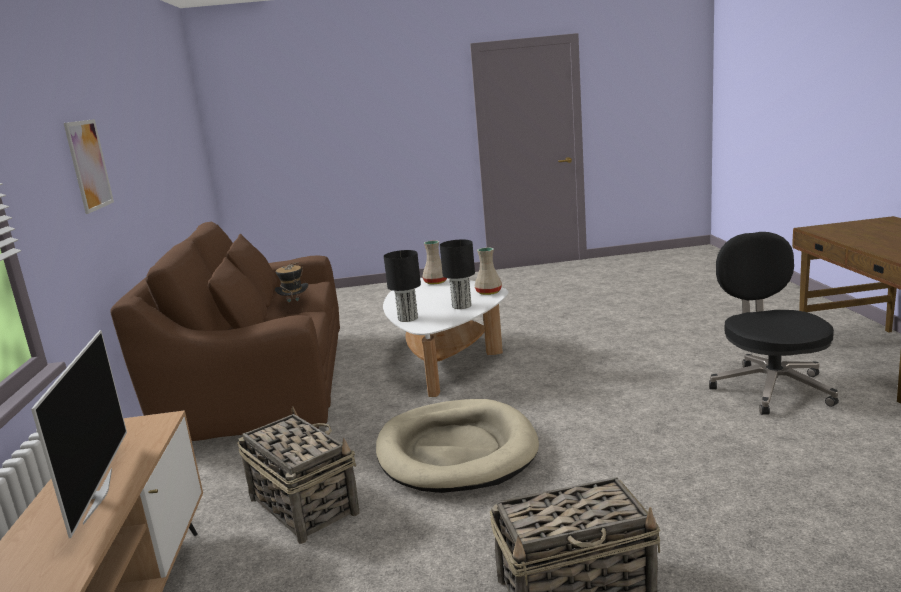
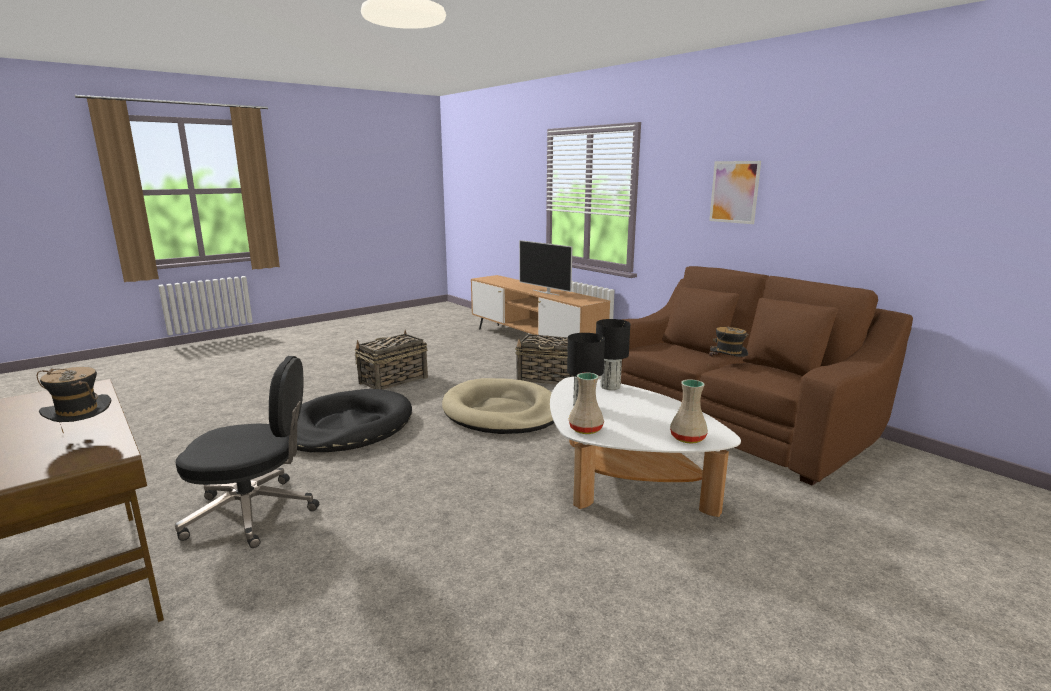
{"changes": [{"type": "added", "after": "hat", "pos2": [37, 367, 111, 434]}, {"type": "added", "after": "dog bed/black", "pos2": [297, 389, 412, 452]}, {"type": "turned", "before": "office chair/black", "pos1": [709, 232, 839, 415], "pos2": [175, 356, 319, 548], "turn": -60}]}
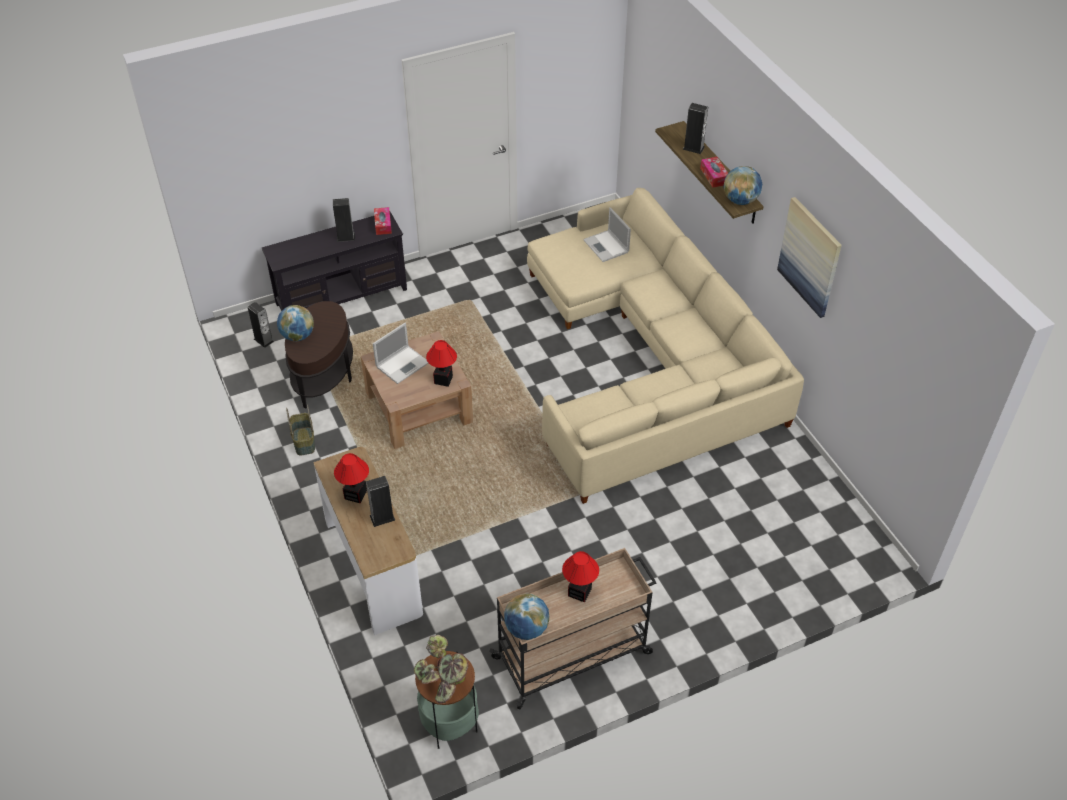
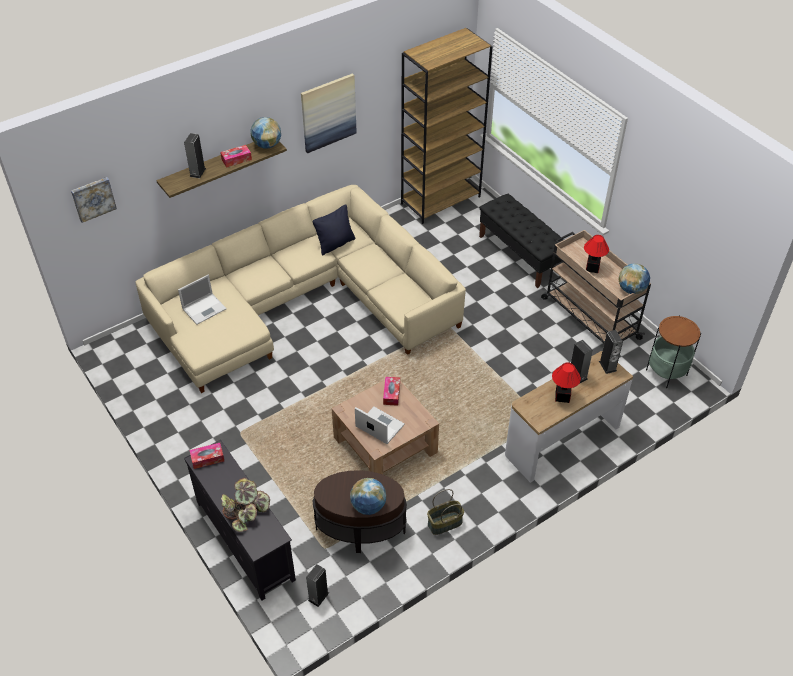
{"changes": [{"type": "added", "after": "picture", "pos2": [71, 177, 117, 223]}, {"type": "added", "after": "pillow/black", "pos2": [313, 205, 355, 255]}, {"type": "added", "after": "bookcase/brown", "pos2": [401, 28, 493, 224]}, {"type": "added", "after": "bench/black", "pos2": [479, 194, 564, 288]}, {"type": "moved", "before": "speaker", "pos1": [333, 198, 355, 242], "pos2": [599, 330, 623, 374]}, {"type": "moved", "before": "potted plant", "pos1": [414, 635, 469, 703], "pos2": [221, 478, 270, 532]}, {"type": "replaced", "before": "table lamp", "after": "tissue box", "pos1": [426, 340, 457, 387], "pos2": [383, 377, 400, 406]}]}
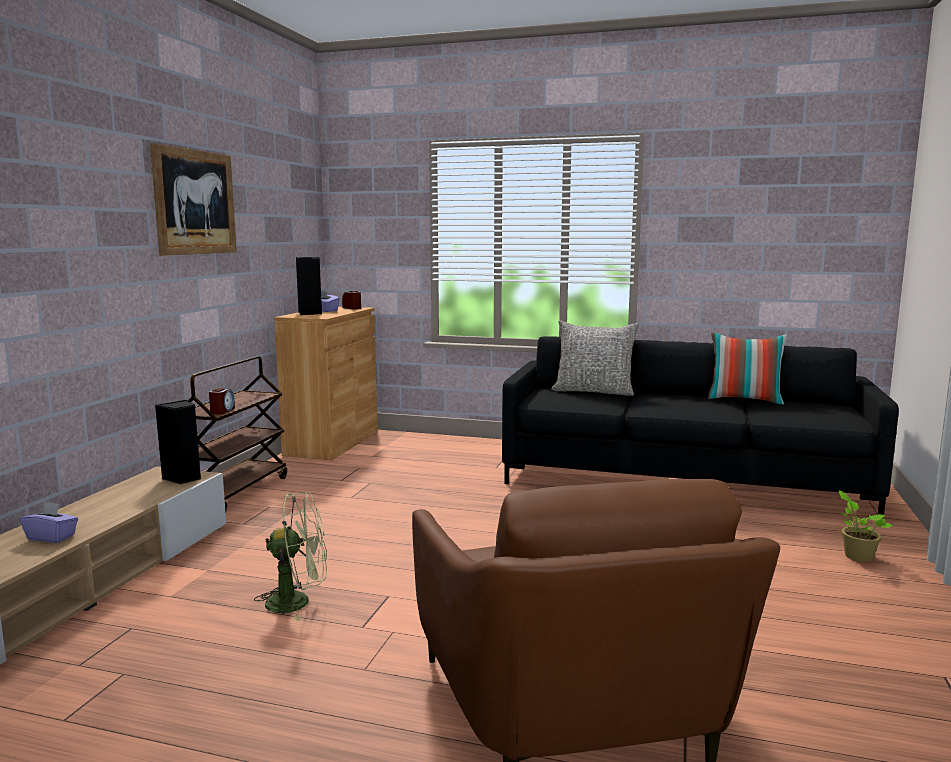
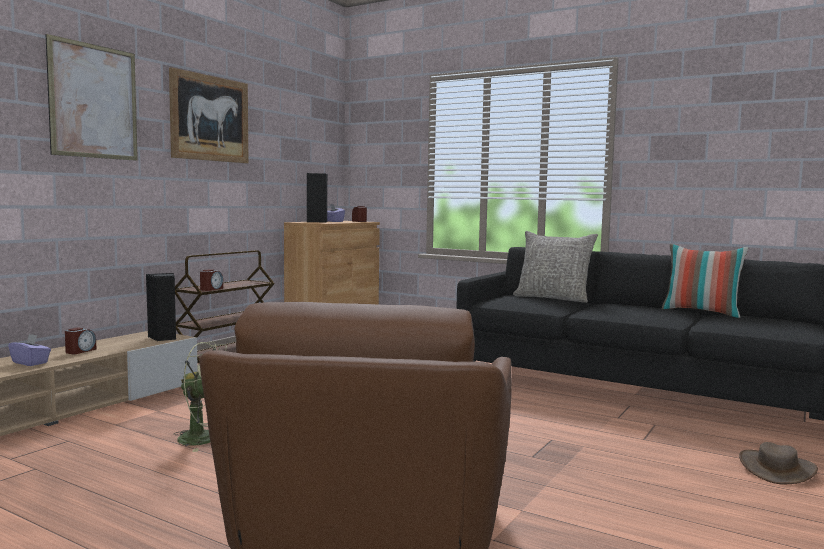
{"changes": [{"type": "added", "after": "picture", "pos2": [45, 34, 138, 161]}, {"type": "added", "after": "alarm clock", "pos2": [65, 327, 96, 354]}, {"type": "replaced", "before": "potted plant", "after": "hat/brown", "pos1": [839, 490, 893, 562], "pos2": [739, 442, 818, 484]}]}
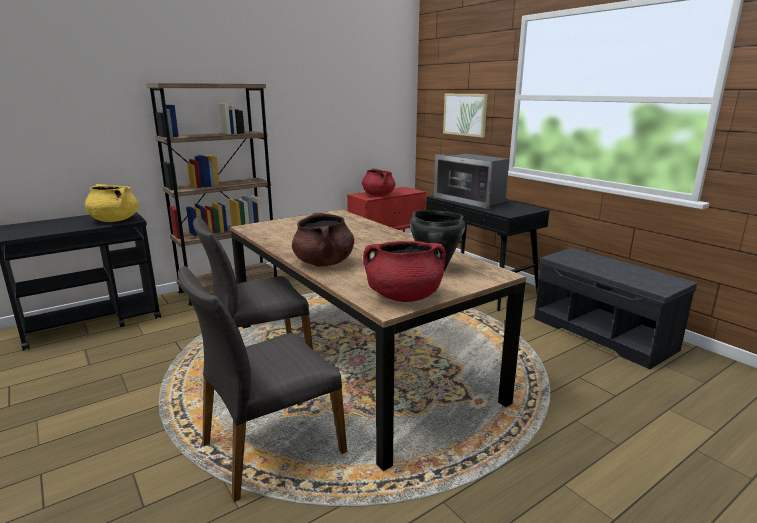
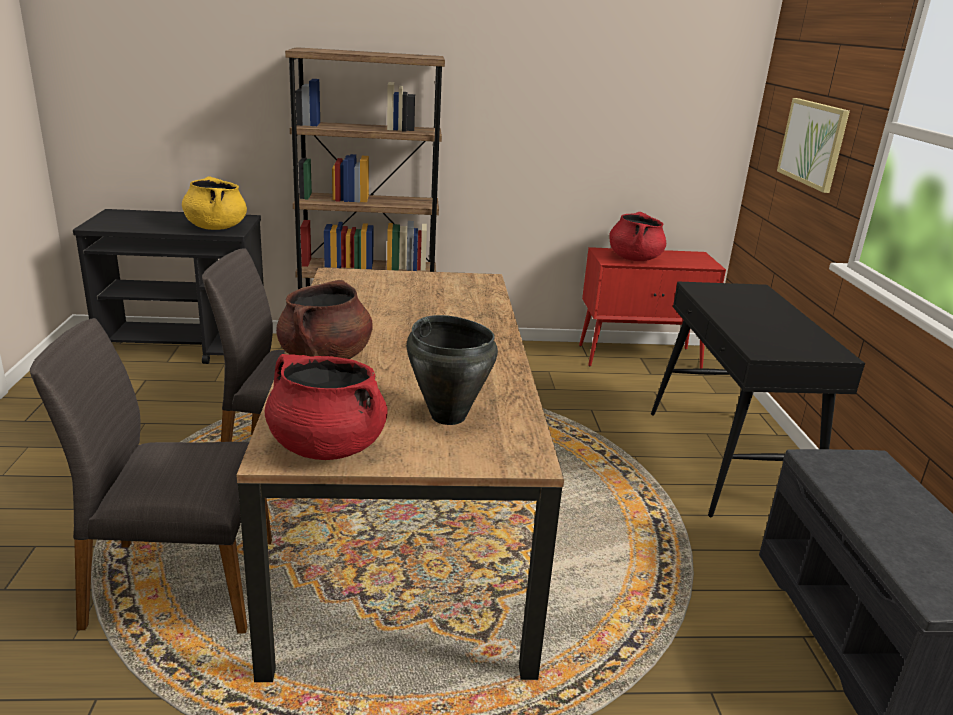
{"changes": [{"type": "removed", "before": "microwave", "pos1": [434, 154, 509, 209]}]}
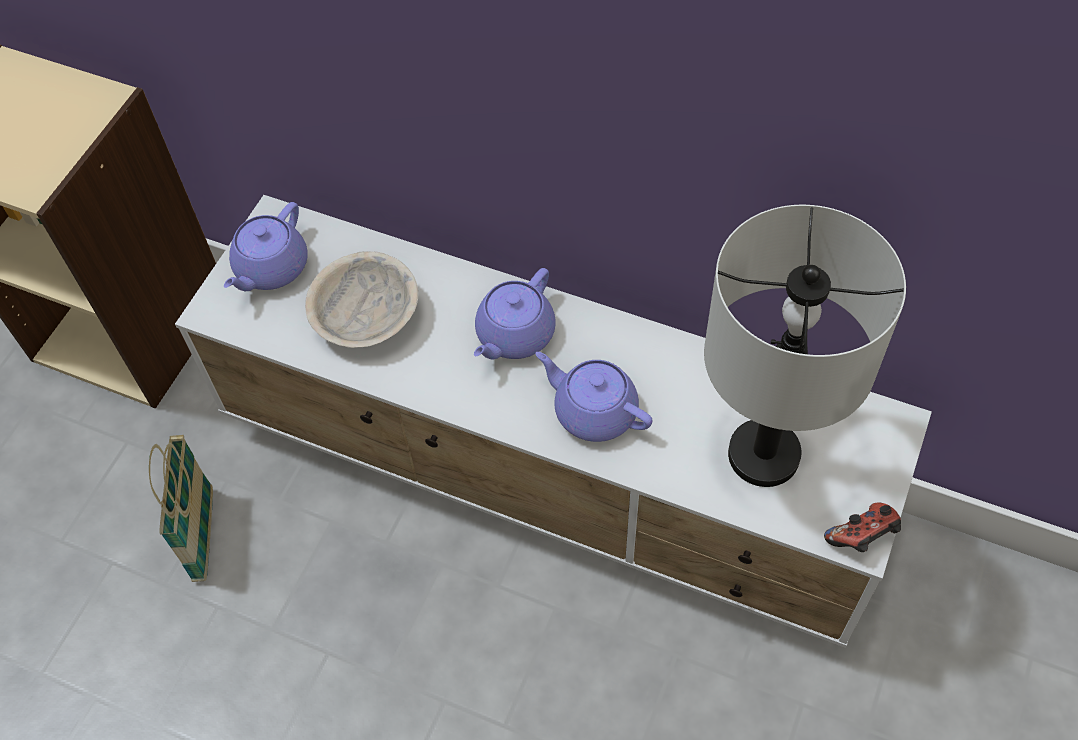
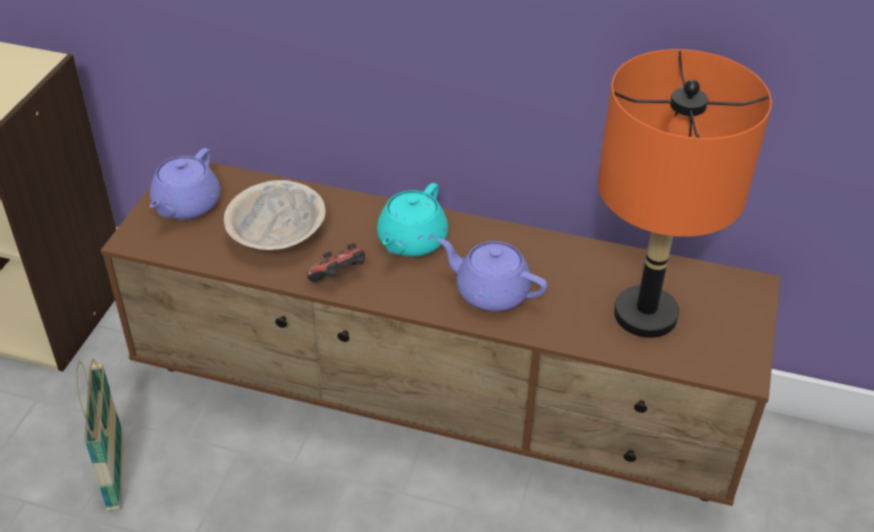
{"changes": [{"type": "moved", "before": "game controller", "pos1": [824, 502, 901, 552], "pos2": [307, 243, 365, 282]}, {"type": "recoloured", "before": "tv stand/white", "after": "tv stand/brown", "pos1": [175, 195, 932, 648], "pos2": [101, 155, 781, 506]}, {"type": "recoloured", "before": "teapot/purple", "after": "teapot/turquoise", "pos1": [474, 268, 556, 360], "pos2": [377, 183, 448, 257]}, {"type": "recoloured", "before": "table lamp/grey", "after": "table lamp/orange", "pos1": [704, 205, 906, 487], "pos2": [598, 49, 772, 338]}]}
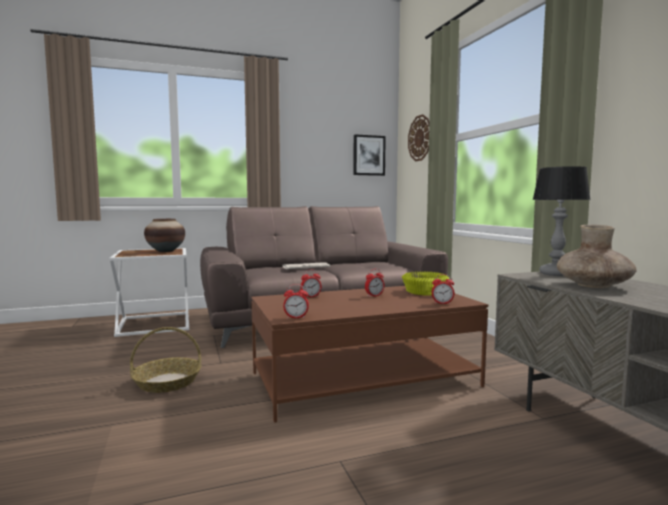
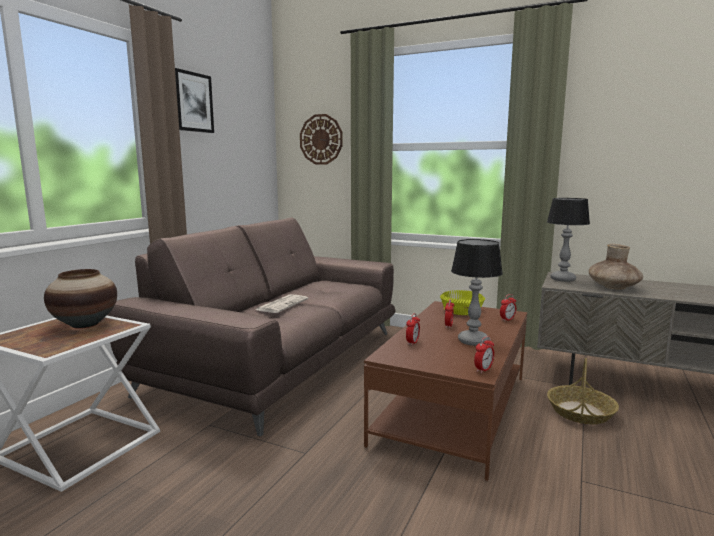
{"changes": [{"type": "added", "after": "table lamp", "pos2": [451, 239, 503, 346]}, {"type": "moved", "before": "basket", "pos1": [130, 327, 201, 393], "pos2": [547, 358, 619, 424]}, {"type": "moved", "before": "picture", "pos1": [353, 134, 386, 176], "pos2": [175, 68, 214, 133]}]}
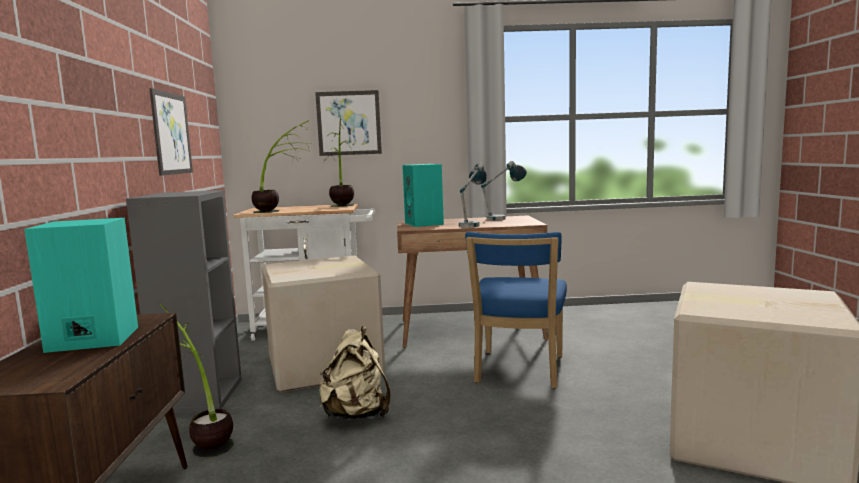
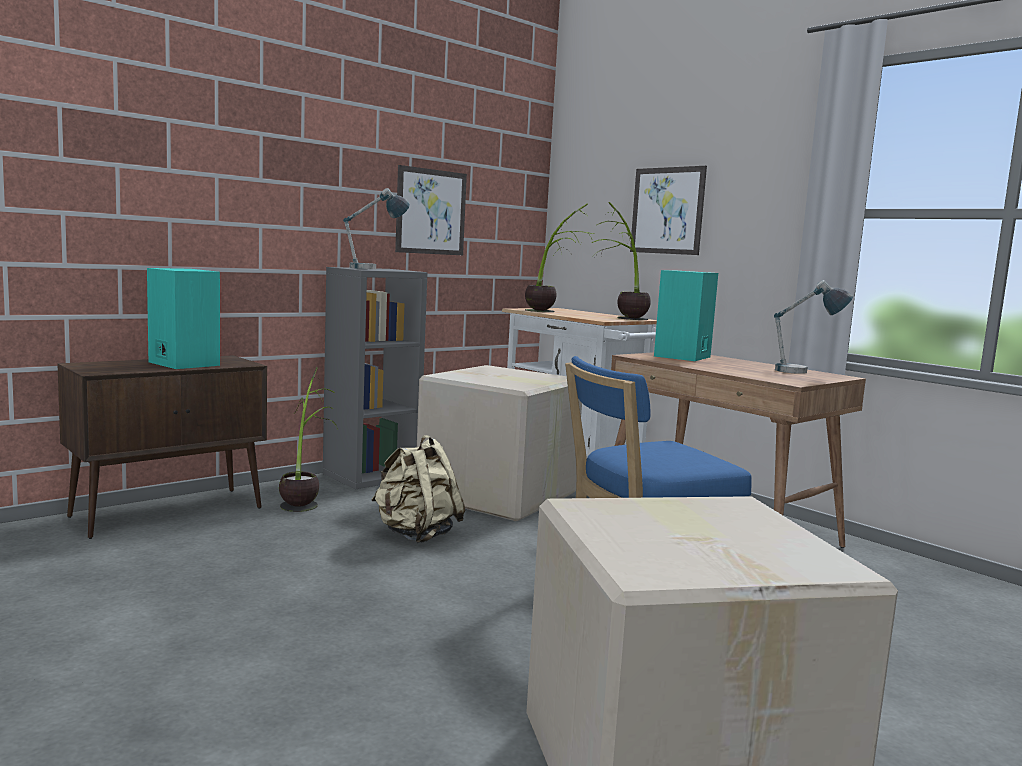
{"changes": [{"type": "moved", "before": "table lamp", "pos1": [459, 163, 487, 227], "pos2": [343, 188, 410, 269]}]}
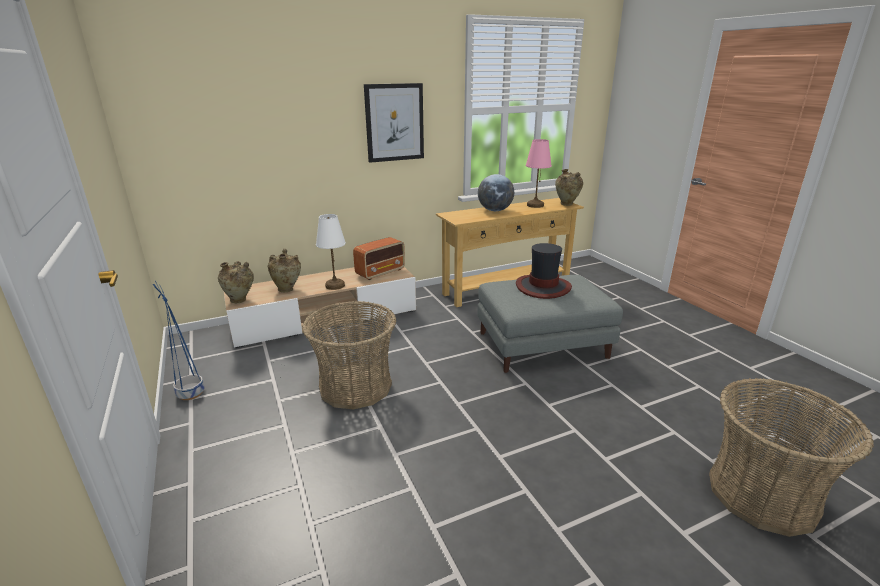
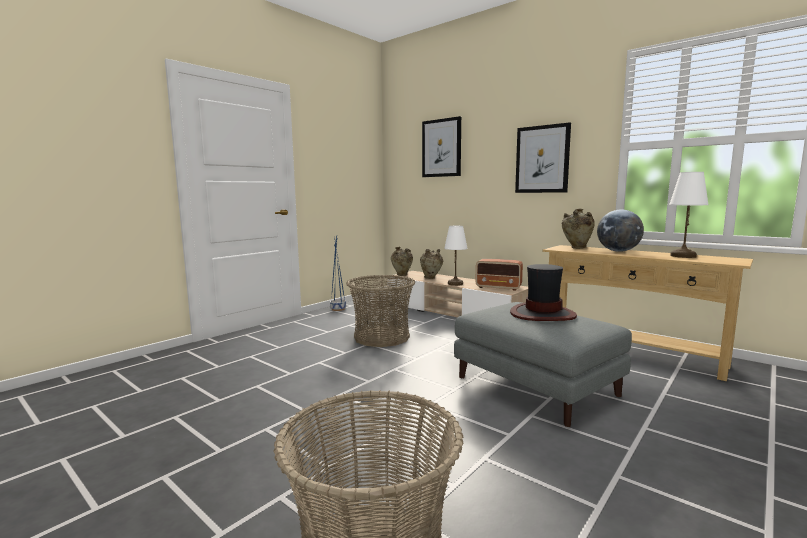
{"changes": [{"type": "added", "after": "picture", "pos2": [422, 116, 461, 177]}, {"type": "moved", "before": "vase/beige", "pos1": [555, 169, 583, 206], "pos2": [562, 209, 595, 249]}, {"type": "recoloured", "before": "table lamp/pink", "after": "table lamp/white", "pos1": [526, 139, 552, 208], "pos2": [669, 172, 709, 258]}]}
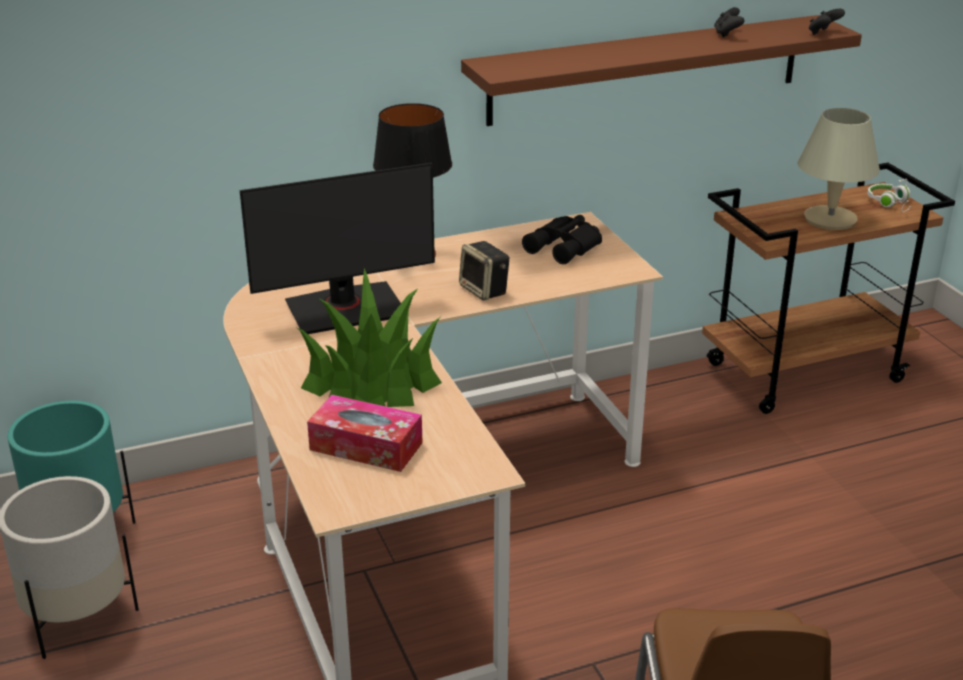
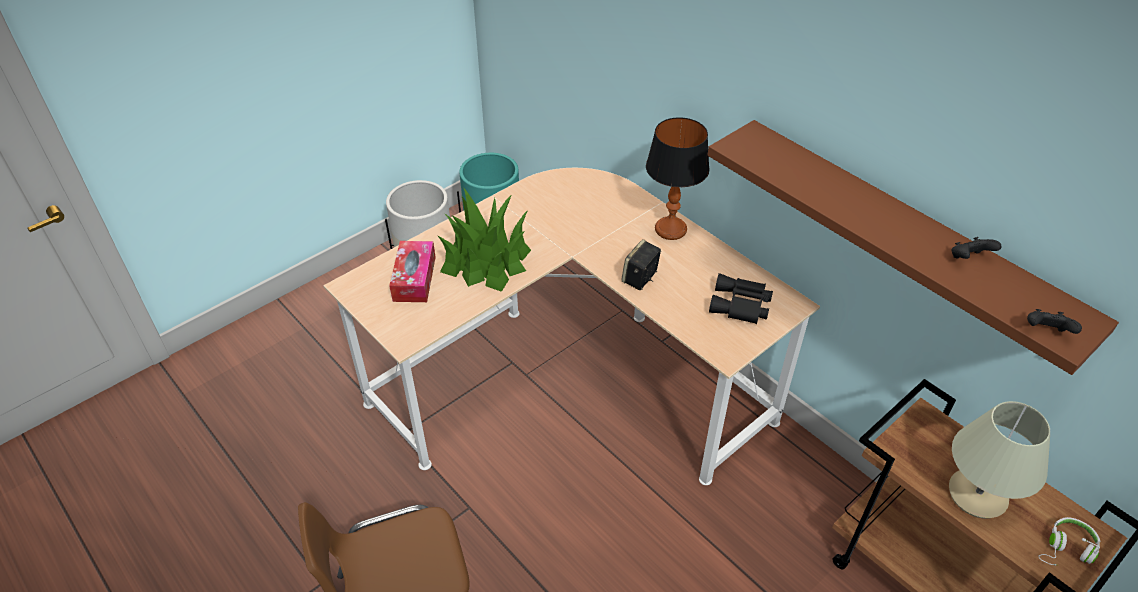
{"changes": [{"type": "removed", "before": "monitor", "pos1": [240, 163, 435, 334]}]}
